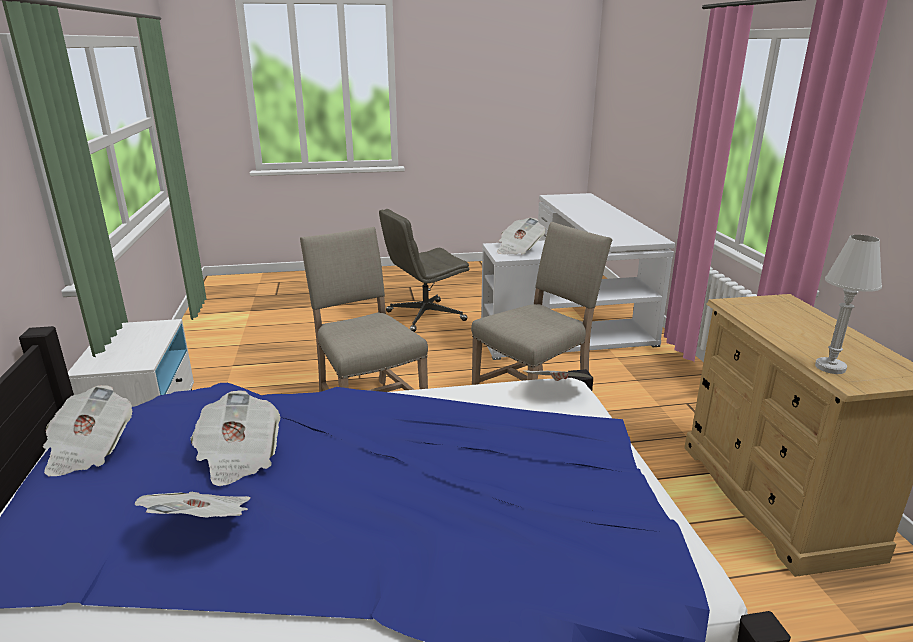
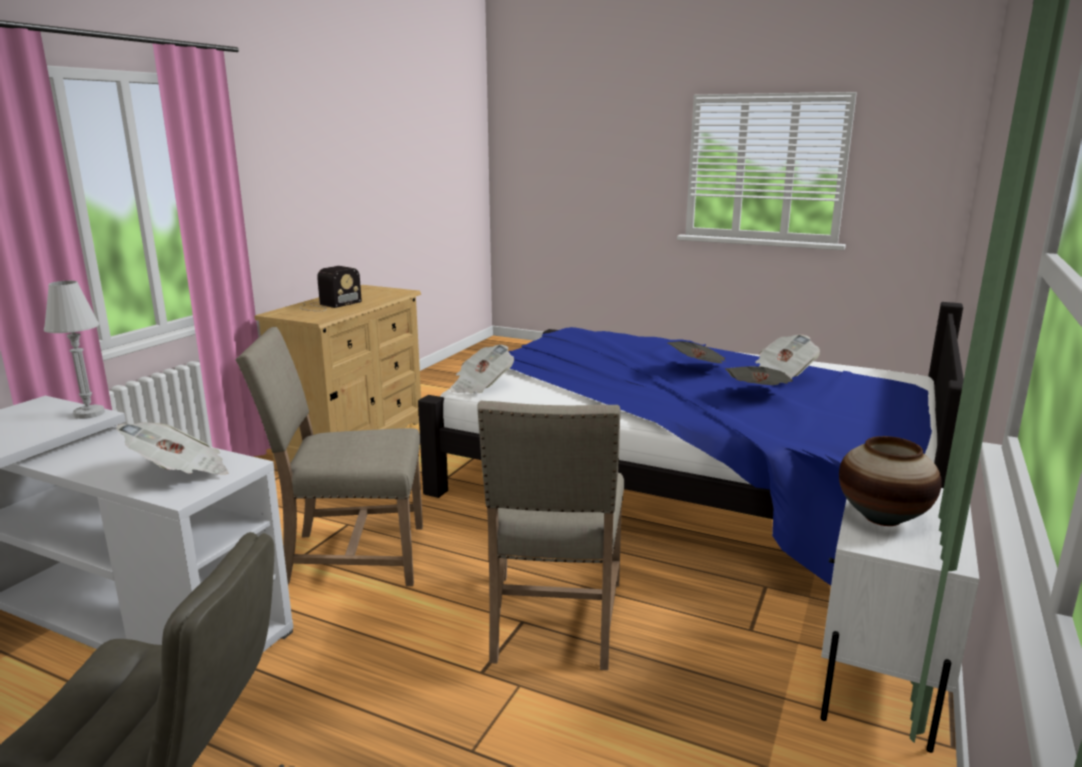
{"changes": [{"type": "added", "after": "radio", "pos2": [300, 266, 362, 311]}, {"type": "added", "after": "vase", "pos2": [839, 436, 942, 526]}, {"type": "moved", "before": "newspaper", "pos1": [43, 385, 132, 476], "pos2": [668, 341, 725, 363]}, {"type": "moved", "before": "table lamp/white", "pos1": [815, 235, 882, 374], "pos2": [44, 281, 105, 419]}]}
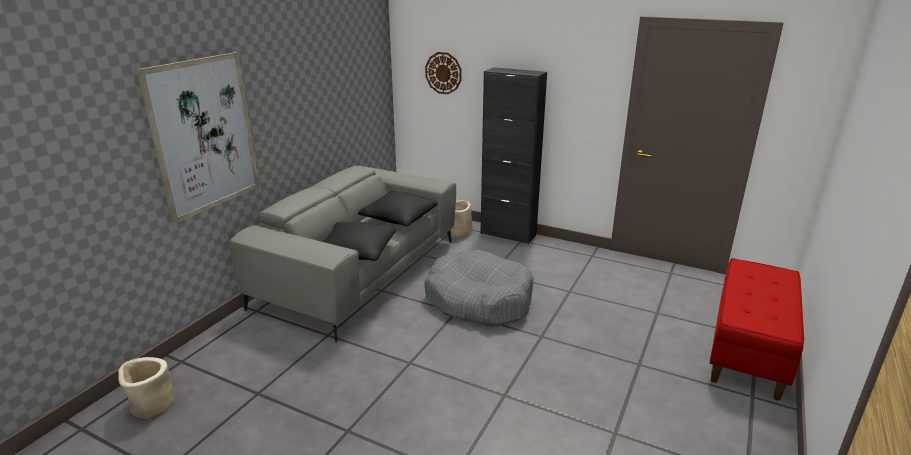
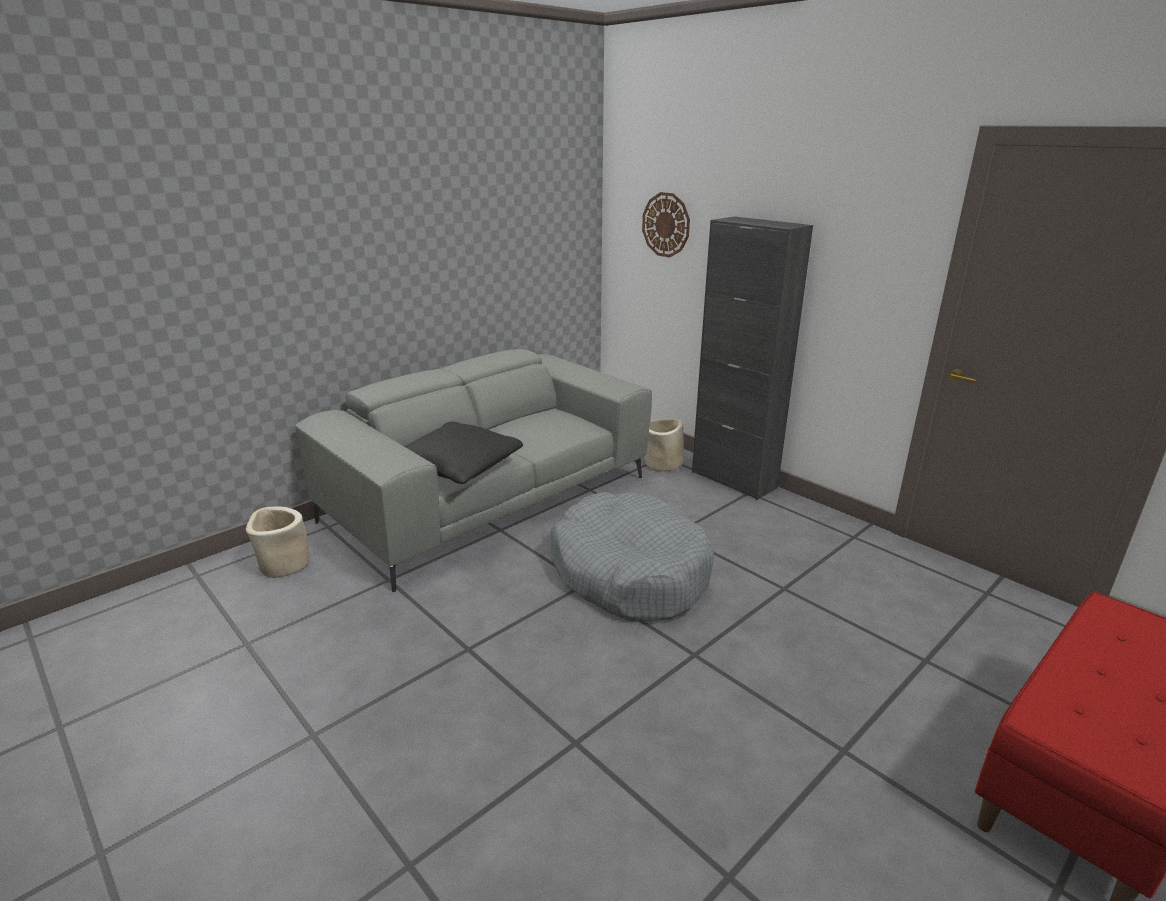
{"changes": [{"type": "removed", "before": "picture", "pos1": [136, 52, 259, 224]}, {"type": "removed", "before": "pillow/black", "pos1": [358, 191, 438, 226]}, {"type": "moved", "before": "planter/beige", "pos1": [118, 357, 174, 419], "pos2": [246, 506, 310, 578]}]}
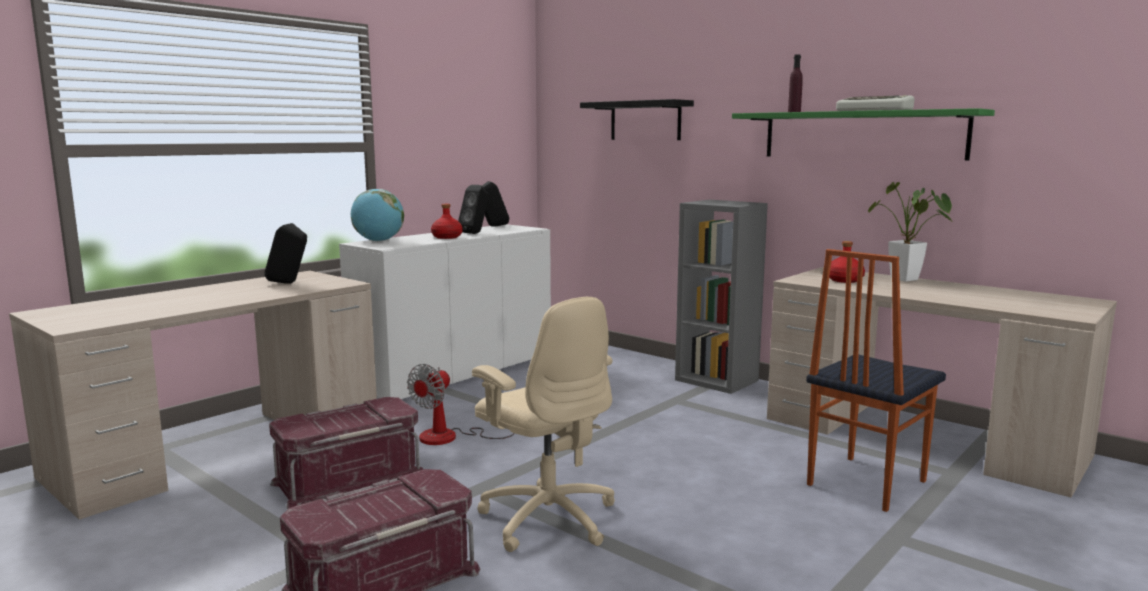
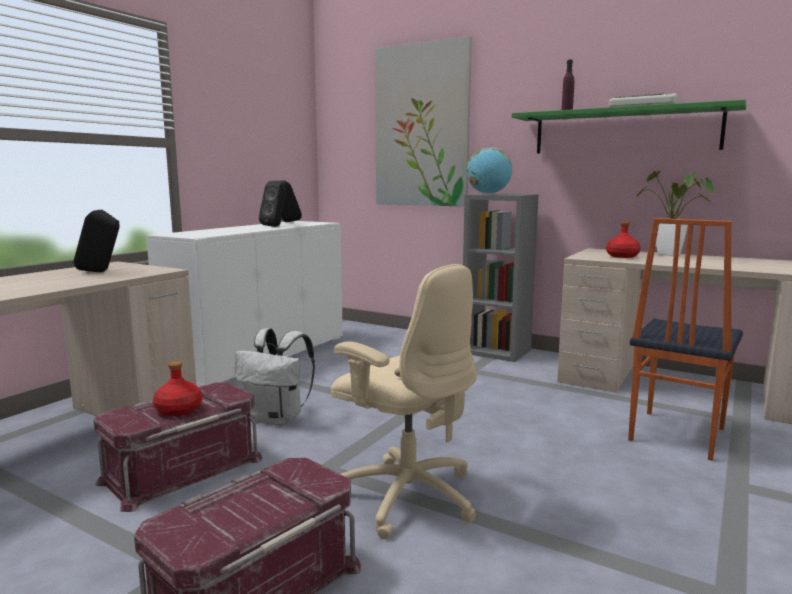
{"changes": [{"type": "moved", "before": "globe", "pos1": [351, 189, 404, 242], "pos2": [466, 148, 512, 194]}, {"type": "moved", "before": "bottle/red", "pos1": [431, 204, 462, 239], "pos2": [153, 361, 202, 416]}, {"type": "replaced", "before": "fan", "after": "backpack/white", "pos1": [407, 364, 515, 445], "pos2": [235, 328, 315, 425]}, {"type": "replaced", "before": "shelf/black", "after": "picture", "pos1": [580, 99, 694, 140], "pos2": [375, 36, 472, 207]}]}
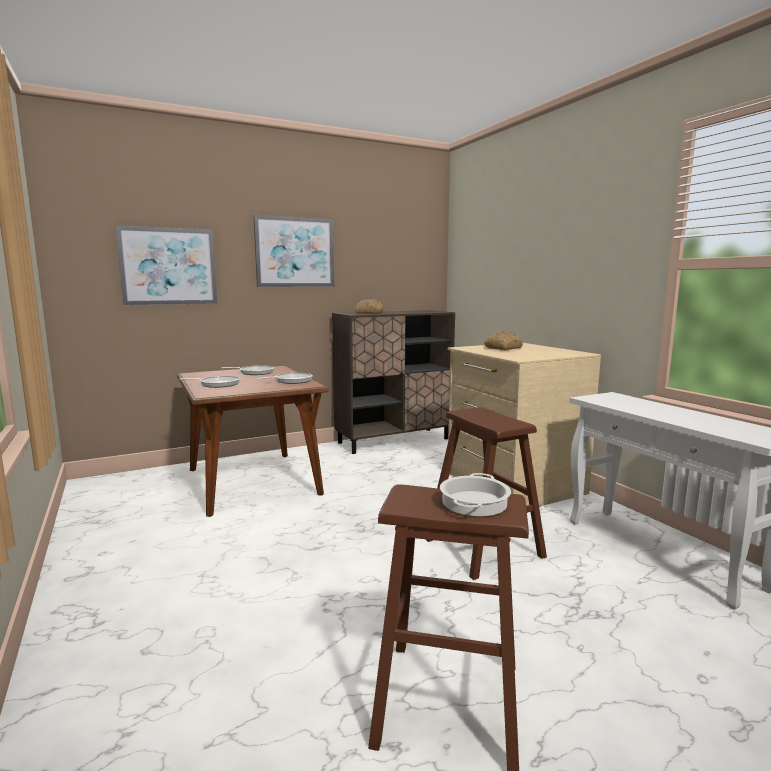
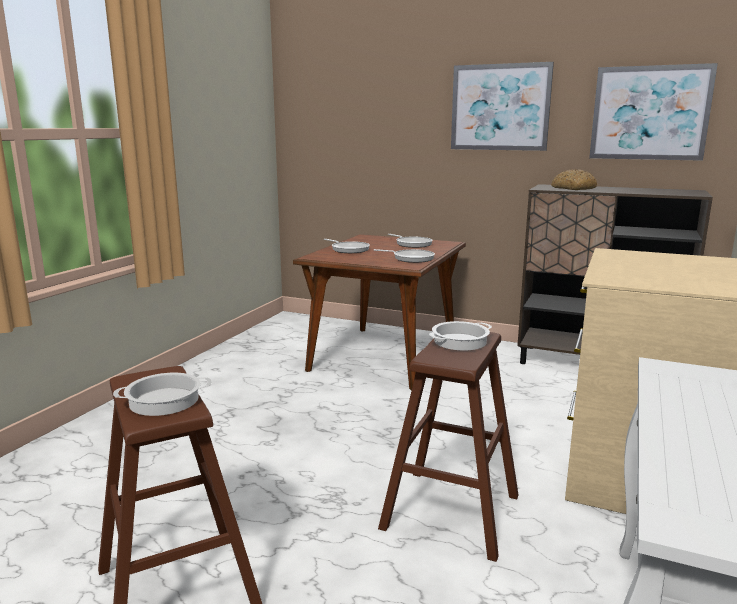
{"changes": [{"type": "removed", "before": "bread", "pos1": [484, 331, 523, 350]}, {"type": "added", "after": "cooking pot", "pos2": [429, 321, 492, 351]}, {"type": "moved", "before": "picture", "pos1": [115, 225, 217, 305], "pos2": [589, 63, 718, 161]}]}
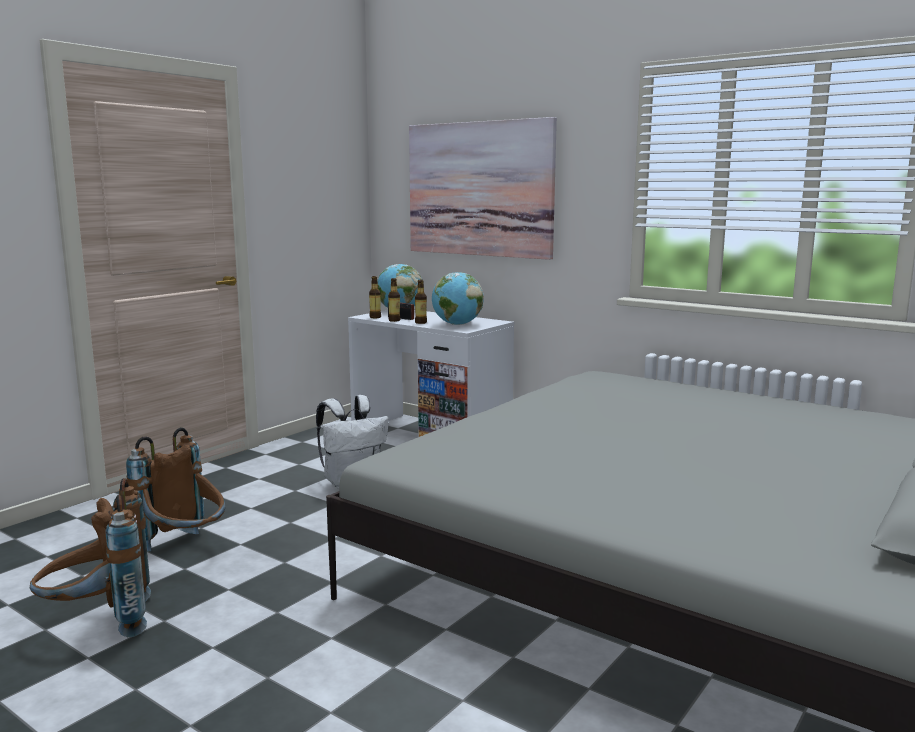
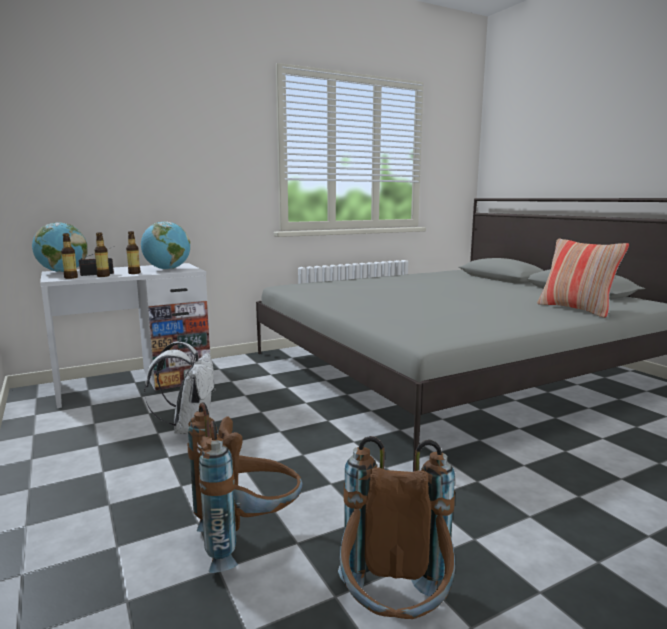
{"changes": [{"type": "removed", "before": "picture", "pos1": [409, 117, 557, 260]}, {"type": "added", "after": "pillow", "pos2": [537, 239, 629, 318]}]}
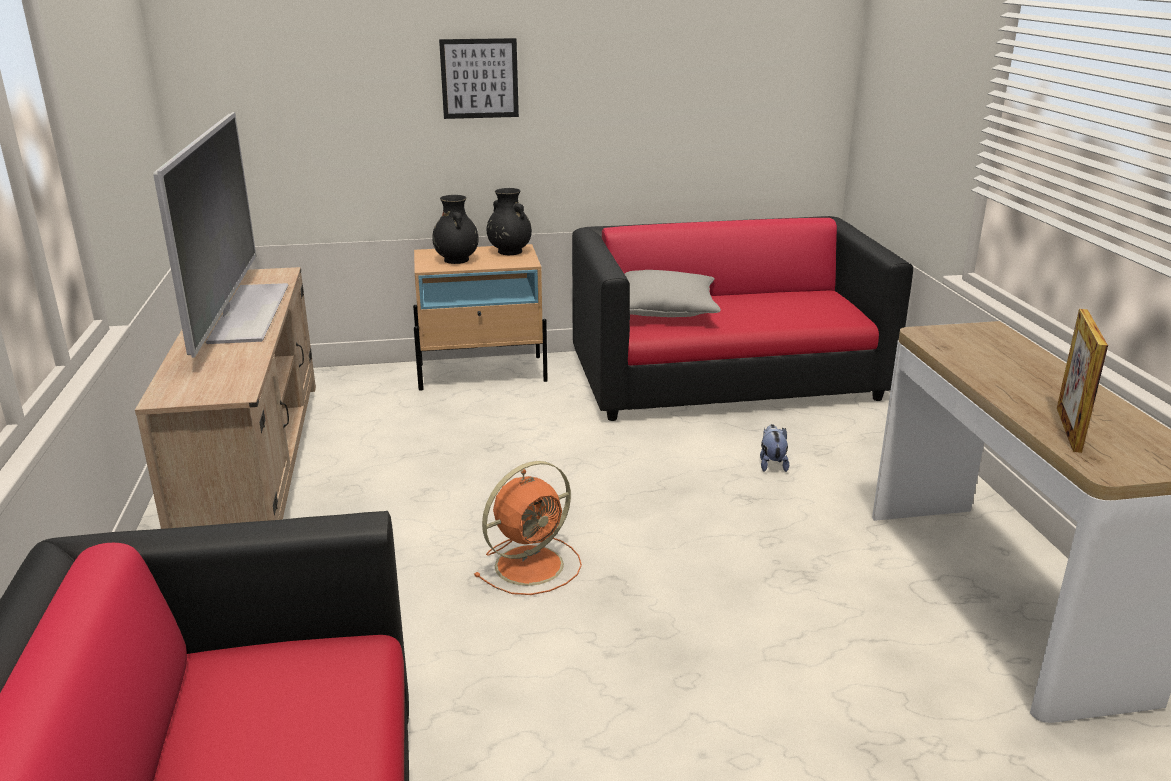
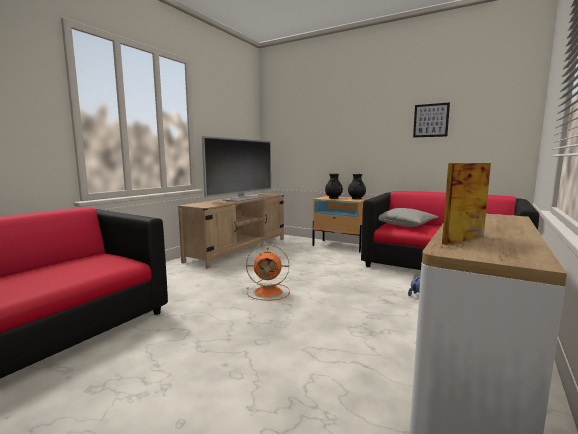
{"changes": [{"type": "moved", "before": "picture", "pos1": [439, 38, 519, 119], "pos2": [413, 102, 450, 138]}]}
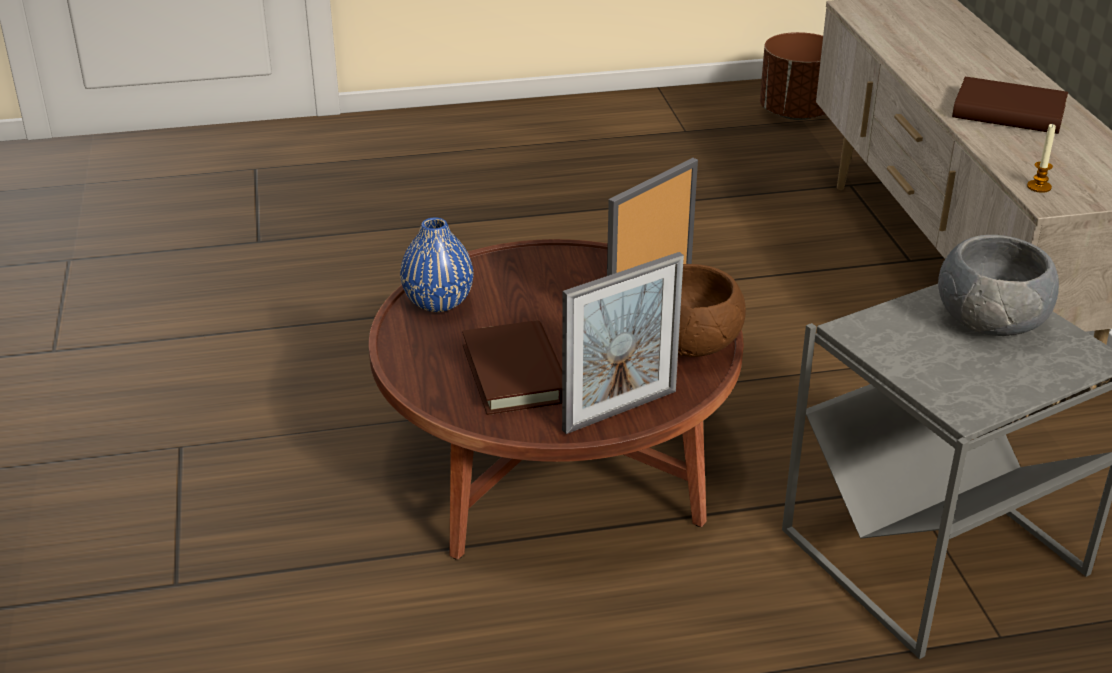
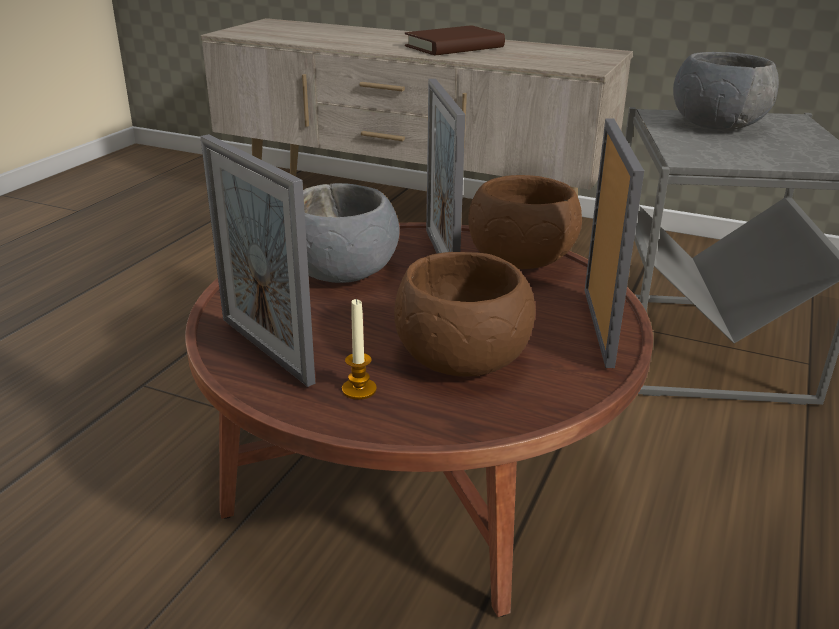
{"changes": [{"type": "removed", "before": "planter/brown", "pos1": [760, 32, 826, 120]}, {"type": "added", "after": "bowl/grey", "pos2": [303, 183, 399, 283]}, {"type": "moved", "before": "candle", "pos1": [1027, 124, 1056, 193], "pos2": [342, 298, 377, 400]}, {"type": "replaced", "before": "vase/blue", "after": "picture frame", "pos1": [400, 217, 473, 312], "pos2": [200, 134, 315, 387]}, {"type": "replaced", "before": "book/brown", "after": "bowl/brown", "pos1": [462, 321, 562, 415], "pos2": [394, 252, 535, 377]}]}
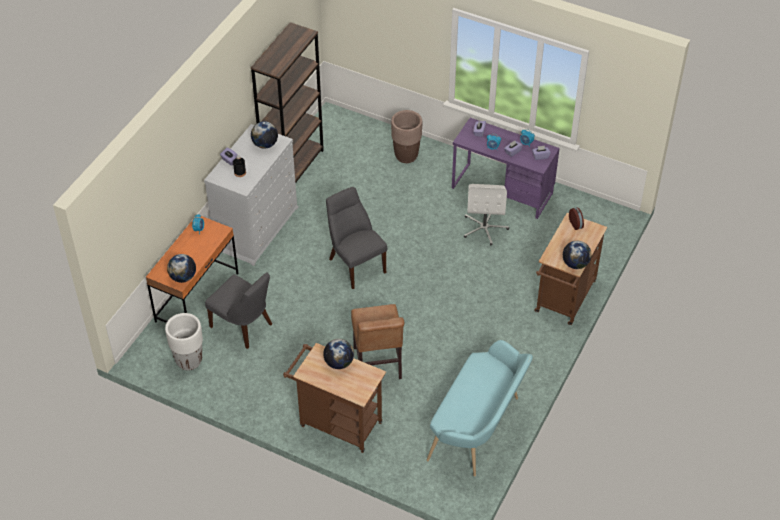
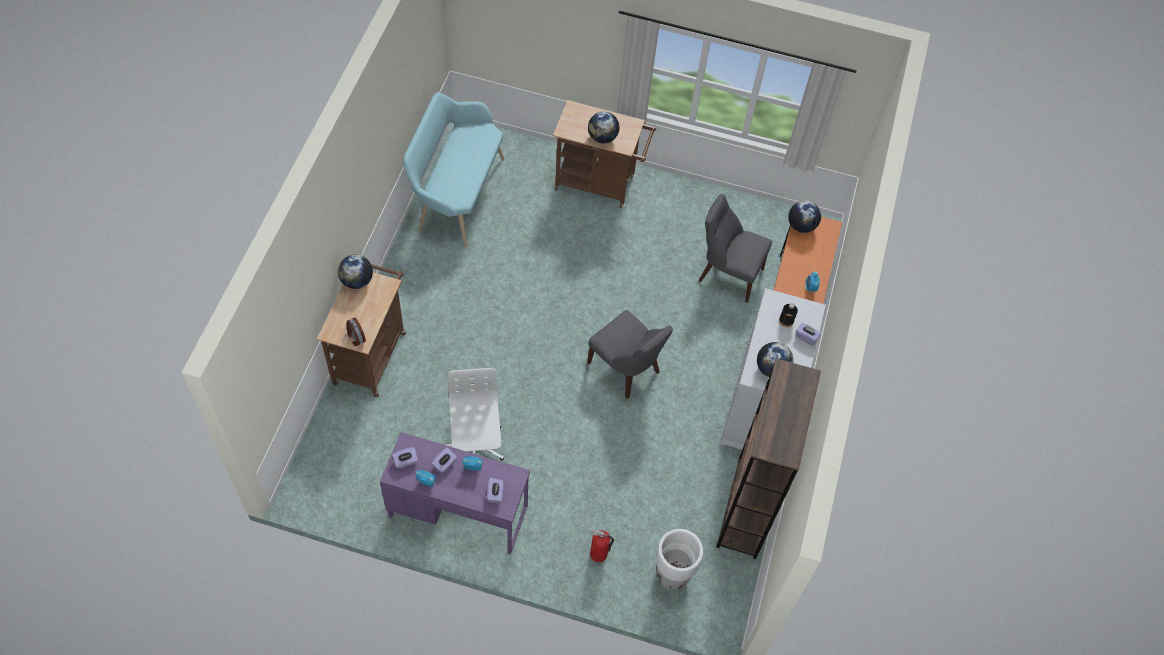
{"changes": [{"type": "removed", "before": "chair/brown", "pos1": [351, 304, 404, 379]}, {"type": "moved", "before": "planter/white", "pos1": [165, 313, 203, 370], "pos2": [656, 529, 703, 589]}, {"type": "replaced", "before": "planter/brown", "after": "fire extinguisher", "pos1": [391, 110, 422, 163], "pos2": [590, 529, 614, 562]}]}
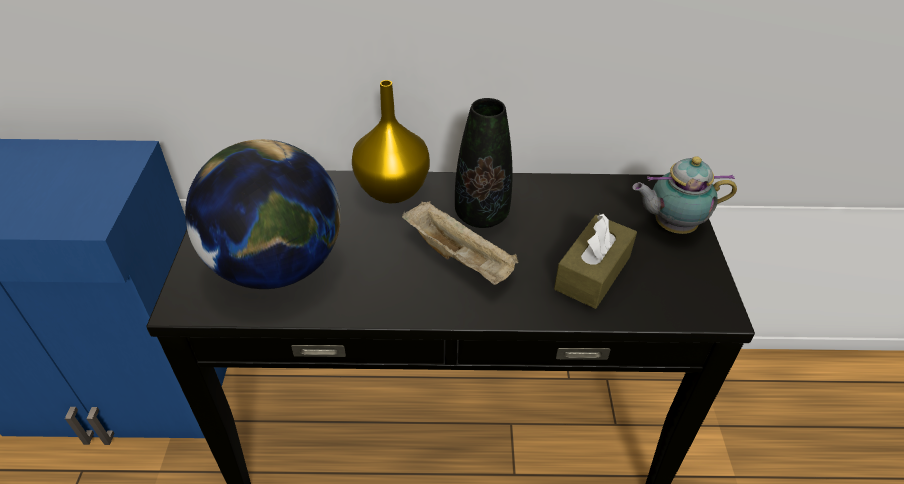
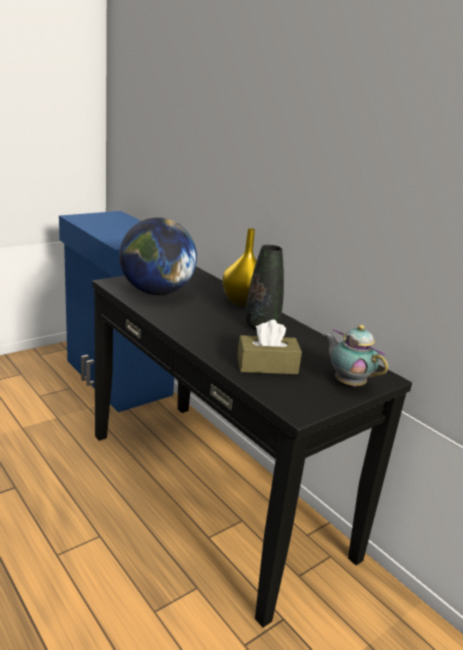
{"changes": [{"type": "removed", "before": "tray/beige", "pos1": [402, 201, 518, 285]}]}
